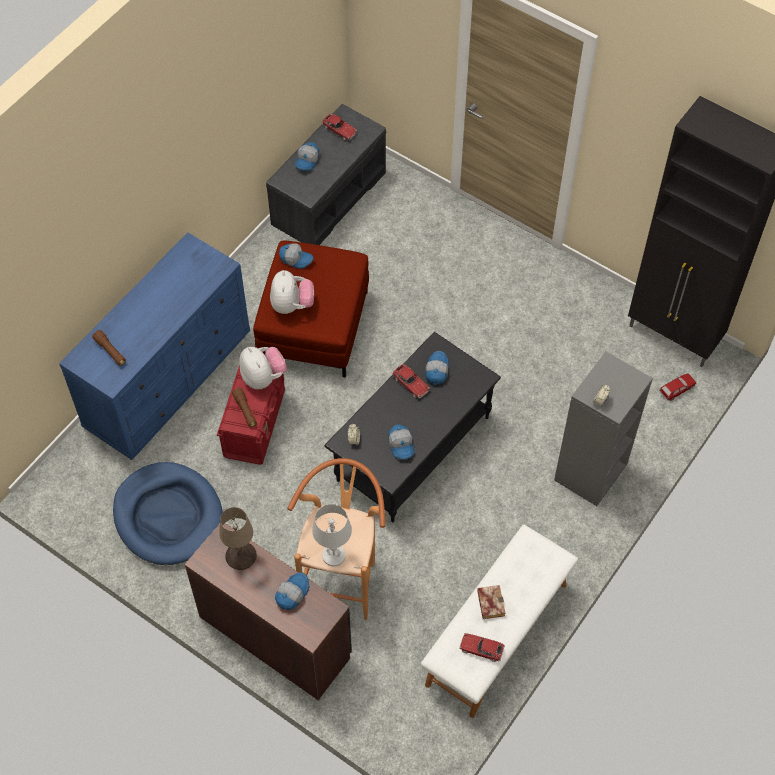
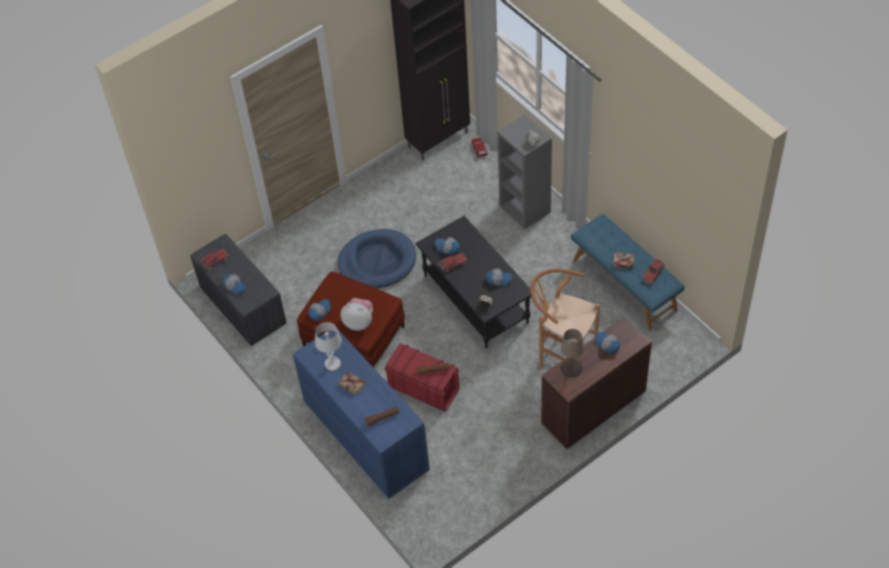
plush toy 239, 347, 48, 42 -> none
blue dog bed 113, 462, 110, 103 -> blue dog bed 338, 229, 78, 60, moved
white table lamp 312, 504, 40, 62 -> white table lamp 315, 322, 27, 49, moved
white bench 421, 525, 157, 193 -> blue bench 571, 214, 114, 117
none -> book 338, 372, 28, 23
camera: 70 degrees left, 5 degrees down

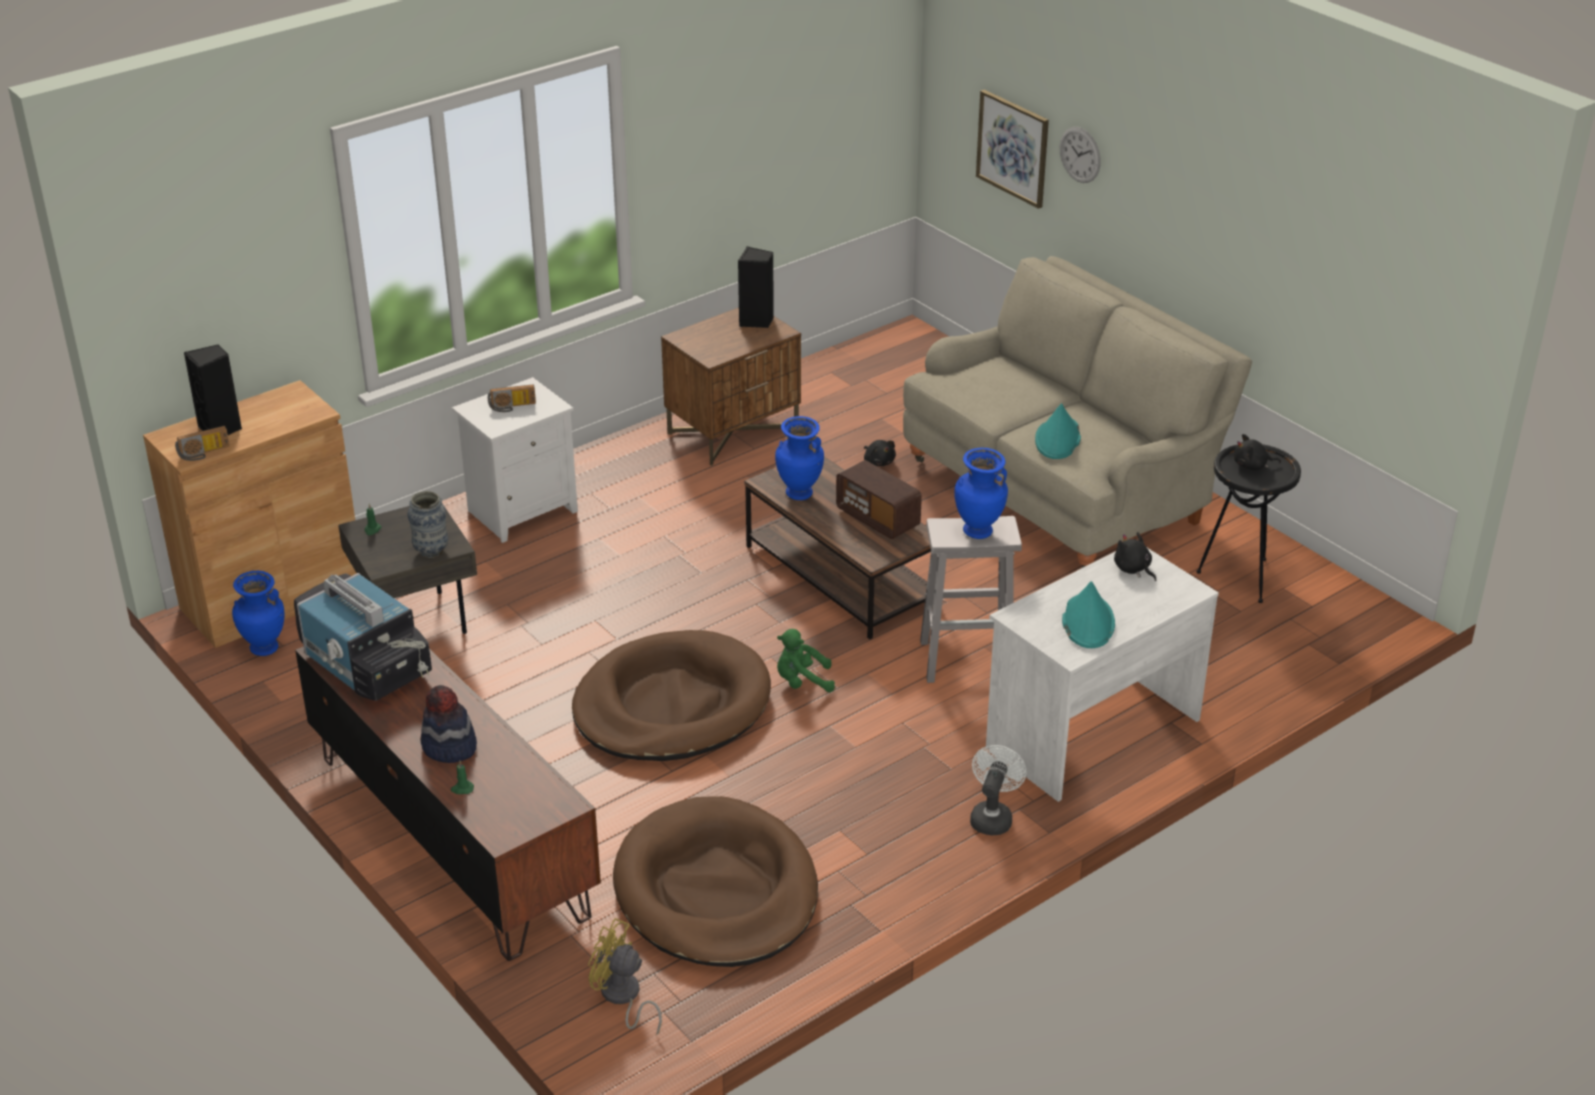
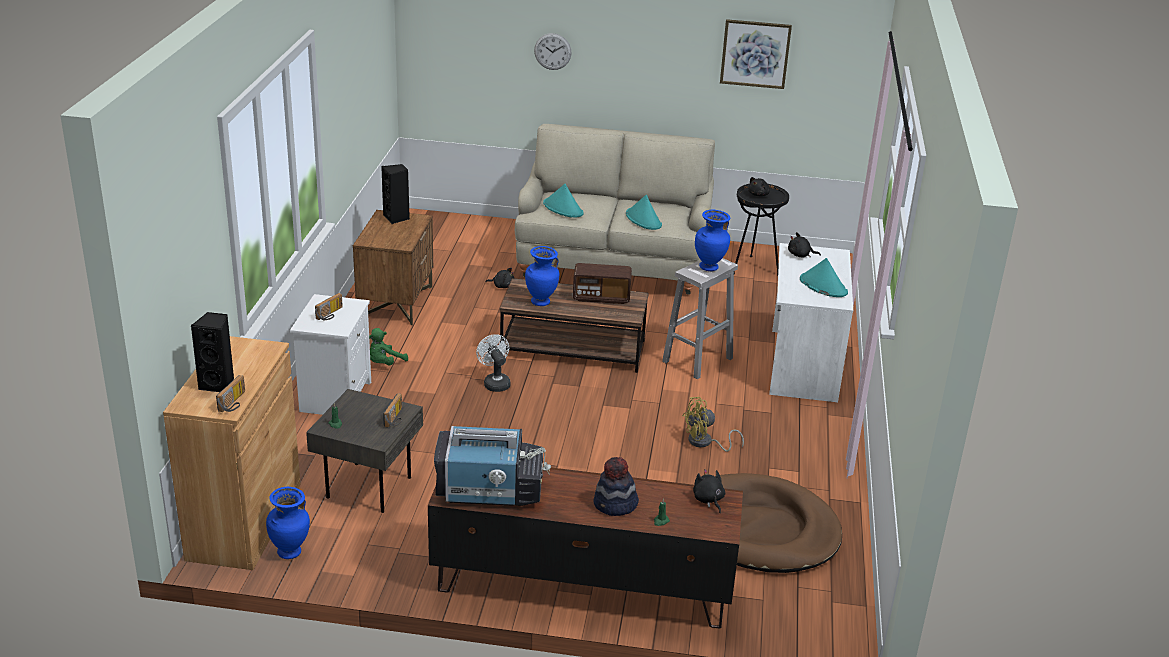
picture 976, 90, 73, 119 -> picture 720, 19, 72, 70, moved
vase 407, 491, 41, 67 -> radio 383, 393, 19, 34
green plush toy 777, 629, 58, 63 -> green plush toy 369, 328, 39, 37, moved
brown dog bed 572, 630, 199, 131 -> none
white fan 970, 745, 56, 90 -> white fan 476, 334, 35, 58, moved
yellow fan 588, 918, 74, 117 -> yellow fan 683, 397, 61, 55, moved
none -> turquoise hat 543, 184, 41, 34
none -> black plush toy 693, 469, 32, 44
camera: 45 degrees left, 5 degrees down

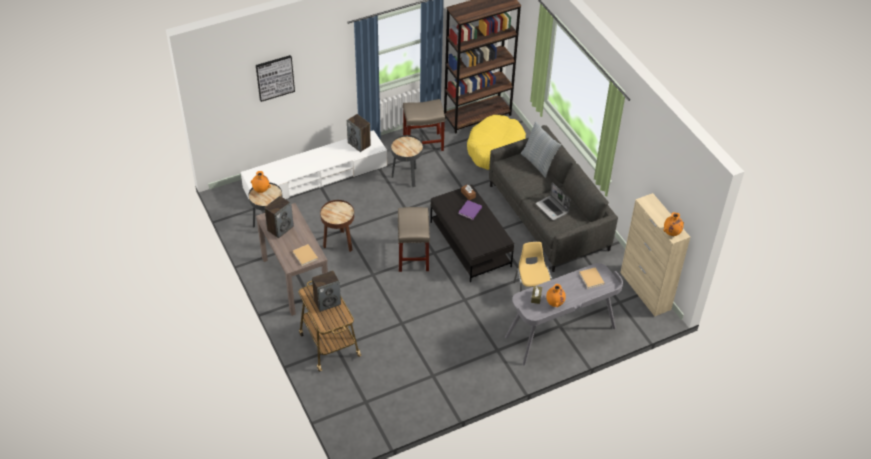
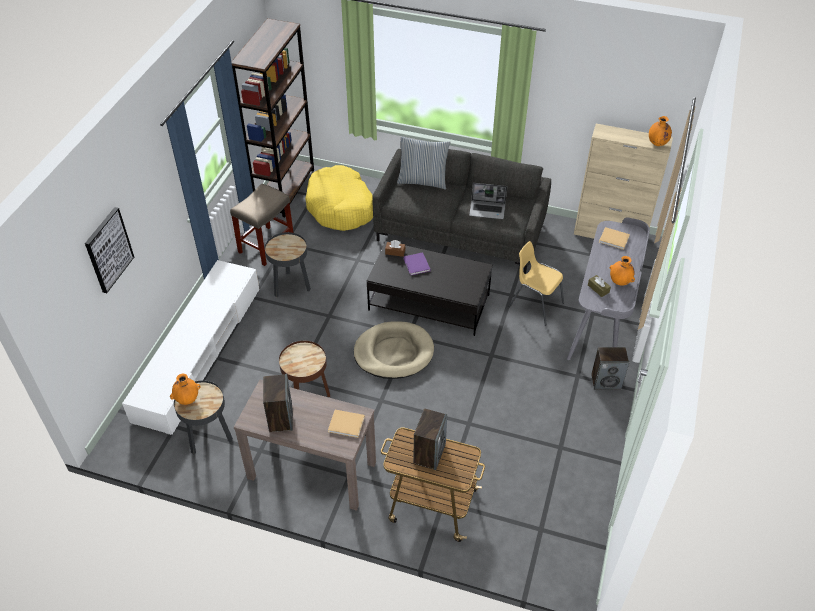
speaker 347, 114, 24, 38 -> speaker 591, 347, 38, 43, moved
beige stool 398, 207, 32, 65 -> beige dog bed 354, 321, 80, 58
camera: 45 degrees left, 0 degrees up

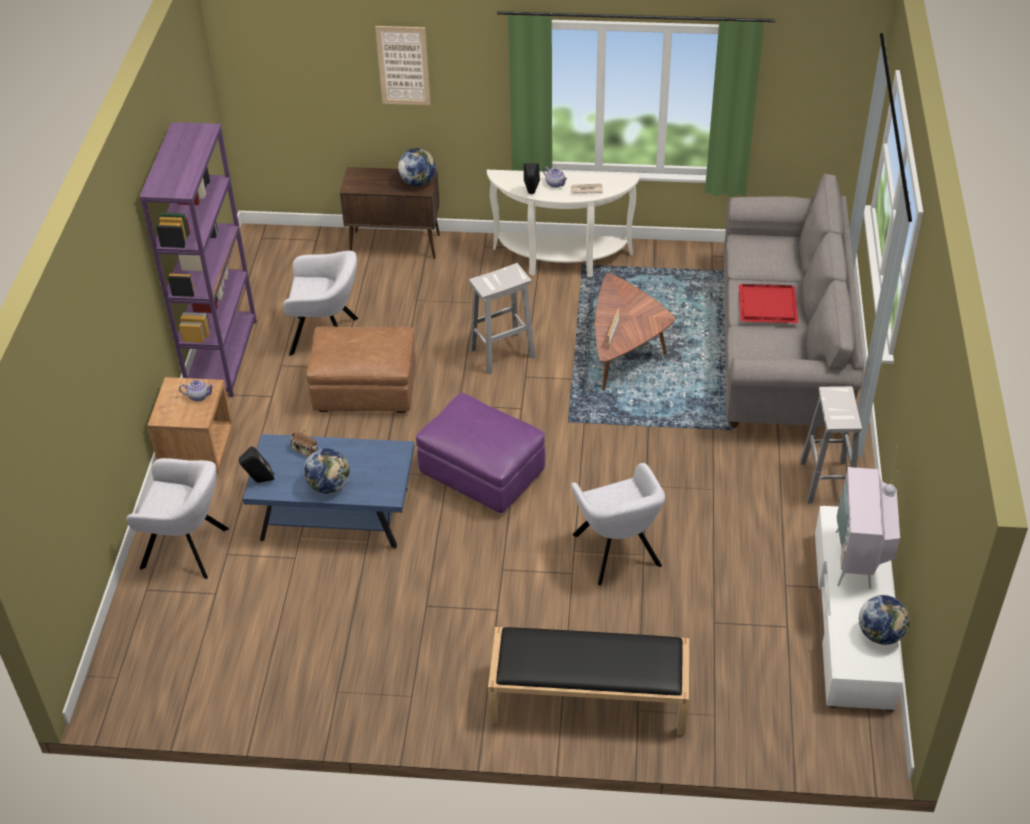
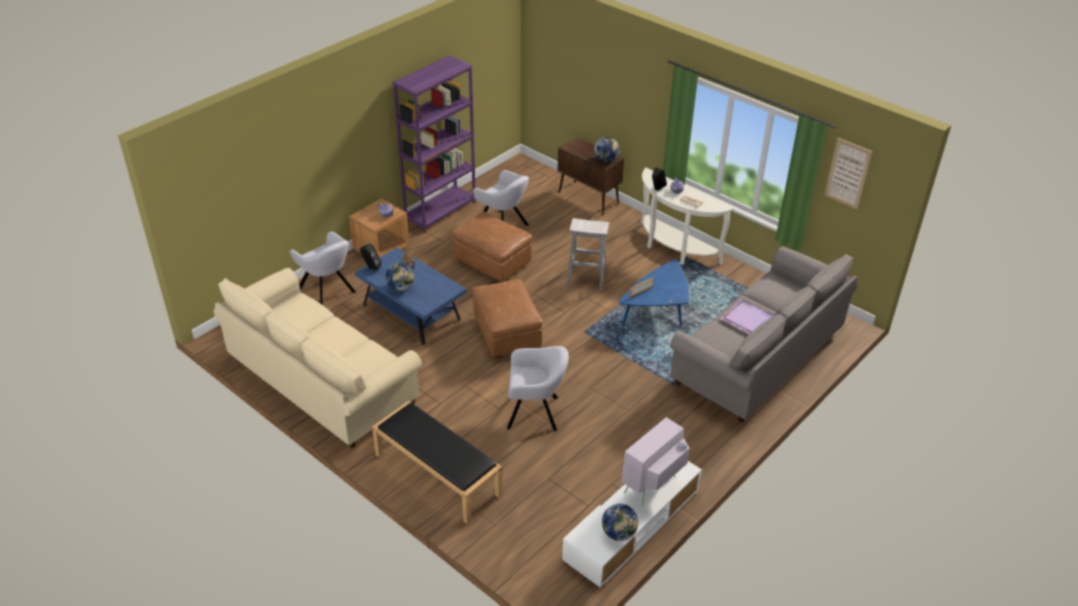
picture 375, 26, 56, 79 -> picture 825, 138, 47, 71, moved
brown coffee table 595, 273, 80, 118 -> blue coffee table 619, 259, 71, 68
red tray 739, 284, 59, 39 -> purple tray 720, 299, 54, 35
white stool 800, 386, 62, 118 -> none
purple ottoman 416, 393, 129, 120 -> brown ottoman 473, 279, 69, 79
grey armchair 571, 463, 94, 122 -> grey armchair 507, 346, 62, 85, 105 degrees counterclockwise
none -> beige sofa 214, 268, 208, 180
camera: 35 degrees right, 5 degrees down

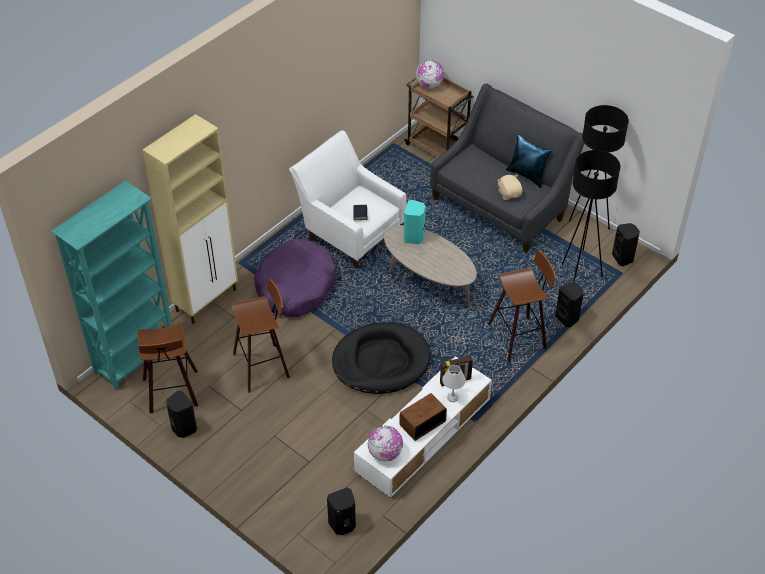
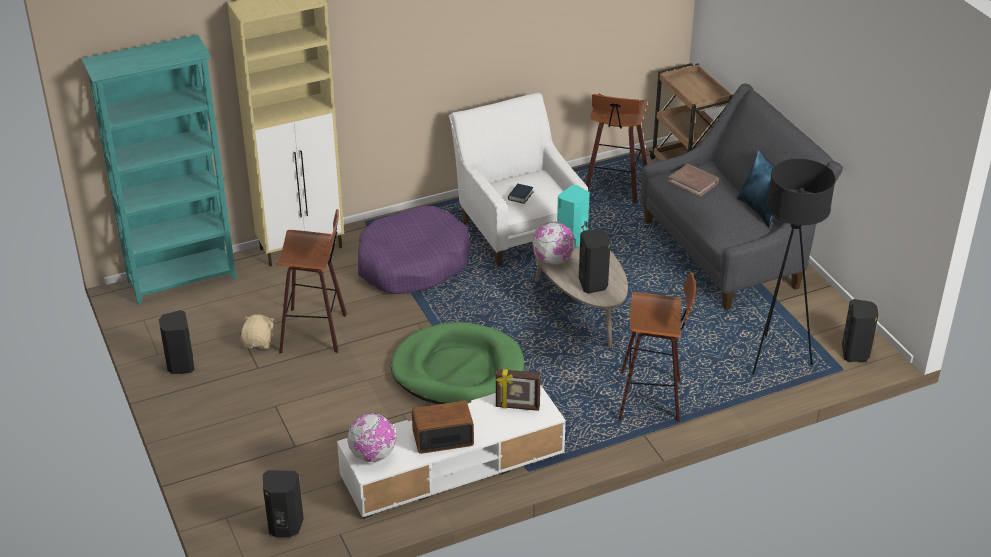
globe 416, 60, 28, 28 -> globe 533, 222, 42, 42, moved
black floor lamp 569, 105, 60, 146 -> none
beige plush toy 497, 175, 25, 25 -> beige plush toy 241, 315, 33, 34, moved
black speaker 555, 282, 29, 45 -> black speaker 579, 230, 32, 64, moved
black dog bed 332, 322, 98, 72 -> green dog bed 391, 322, 133, 82
stool 137, 323, 61, 90 -> stool 586, 94, 61, 109, moved
white table lamp 442, 365, 24, 37 -> none
none -> brown book 668, 164, 51, 33
camera: 25 degrees right, 10 degrees down

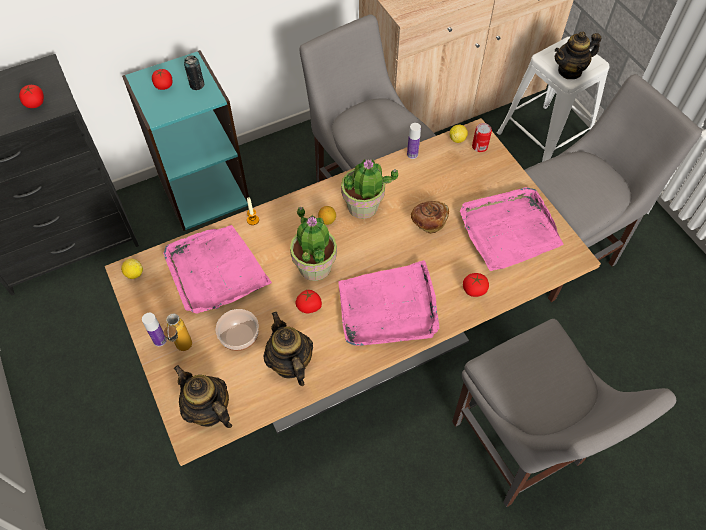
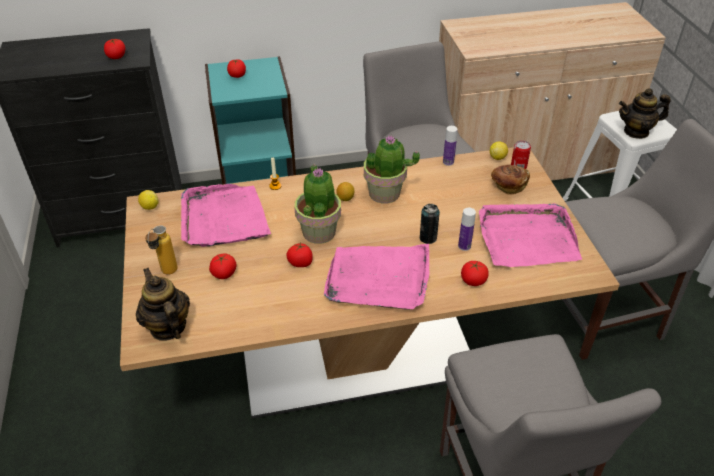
can 184, 56, 20, 34 -> can 420, 204, 20, 40, moved
bread 411, 201, 38, 33 -> bread 491, 165, 39, 30, moved
bowl 216, 309, 43, 42 -> tomato 209, 253, 27, 26
teapot 263, 312, 50, 74 -> none
bottle 142, 313, 25, 33 -> bottle 458, 208, 18, 43, moved
camera: 15 degrees right, 15 degrees down

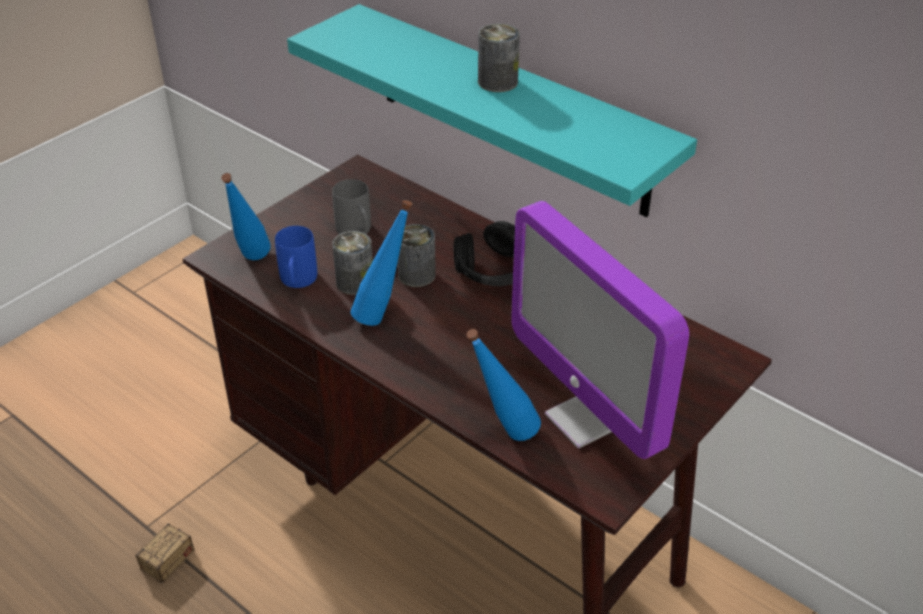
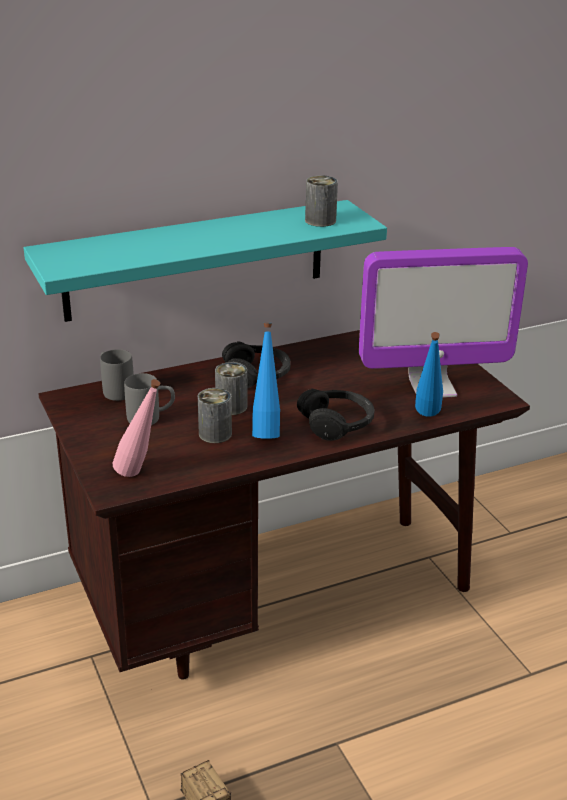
can 478, 24, 42, 68 -> can 305, 175, 33, 52, moved
blue bottle 221, 173, 50, 87 -> pink bottle 113, 379, 47, 98
blue mug 275, 226, 42, 62 -> none
none -> grey mug 100, 349, 34, 52
none -> black headphones 297, 389, 78, 52
camera: 65 degrees left, 10 degrees down

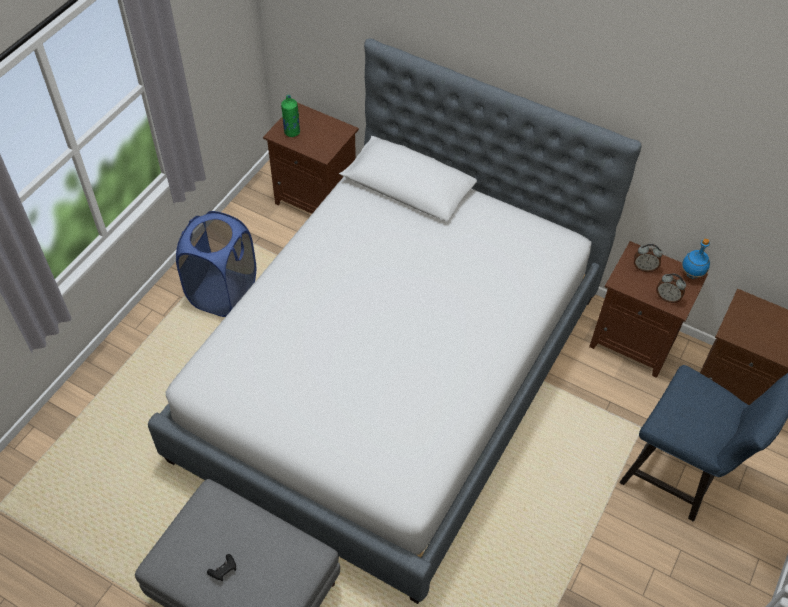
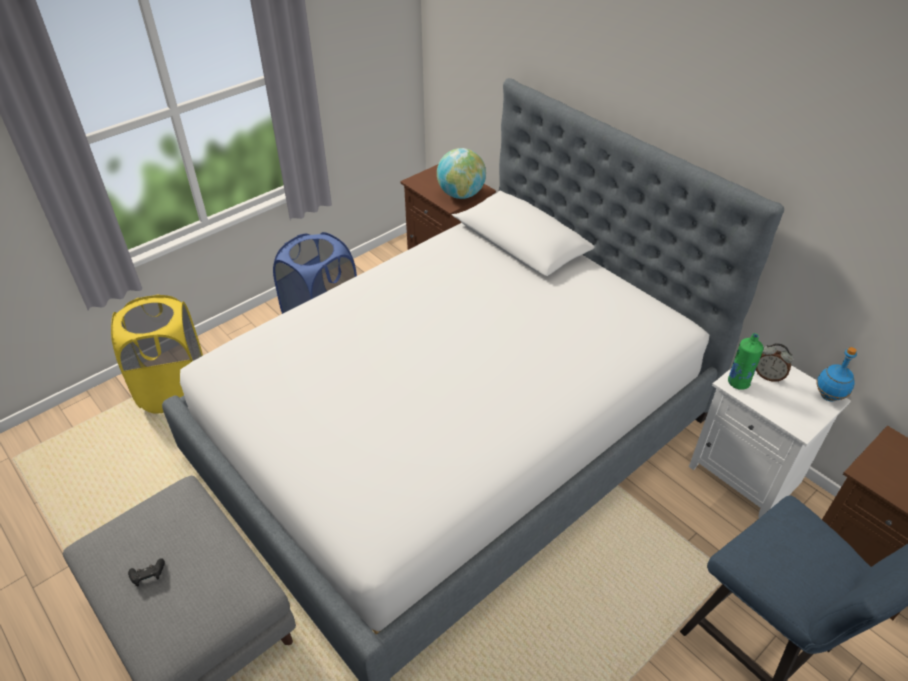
green bottle 281, 95, 19, 42 -> green bottle 728, 333, 36, 57, moved
brown nightstand 589, 241, 119, 137 -> white nightstand 689, 365, 162, 153
alarm clock 656, 273, 30, 30 -> none
none -> globe 437, 148, 49, 51
none -> yellow laundry basket 111, 294, 92, 120
camera: 20 degrees right, 10 degrees down

